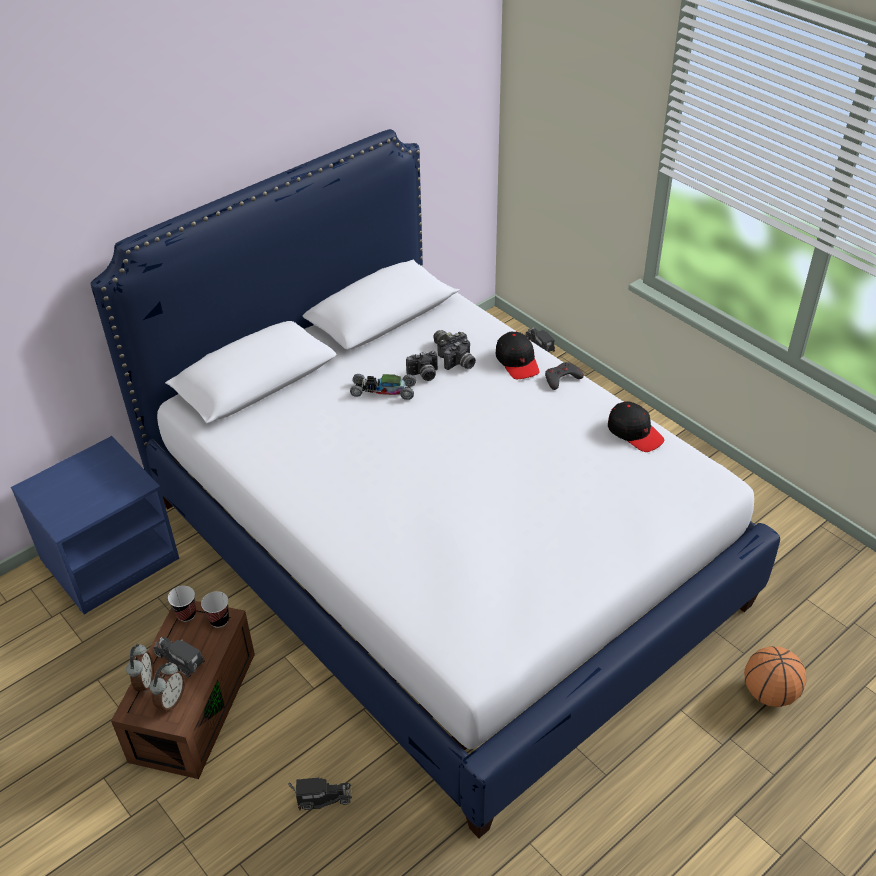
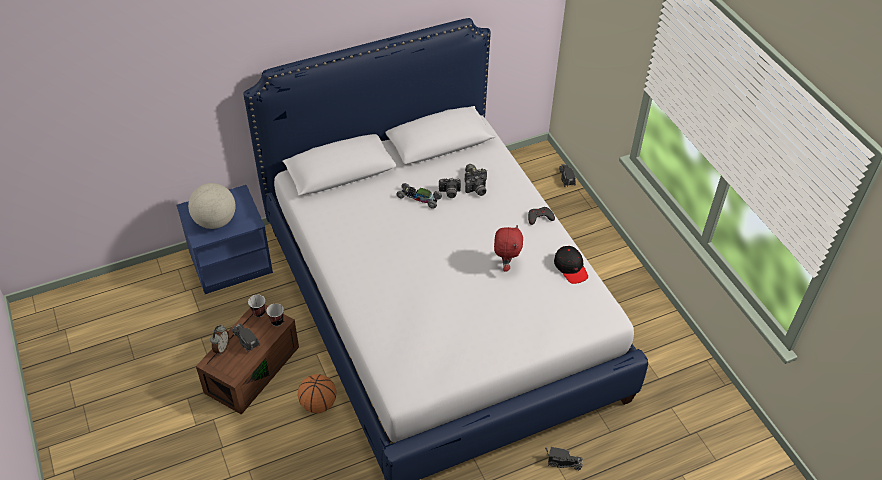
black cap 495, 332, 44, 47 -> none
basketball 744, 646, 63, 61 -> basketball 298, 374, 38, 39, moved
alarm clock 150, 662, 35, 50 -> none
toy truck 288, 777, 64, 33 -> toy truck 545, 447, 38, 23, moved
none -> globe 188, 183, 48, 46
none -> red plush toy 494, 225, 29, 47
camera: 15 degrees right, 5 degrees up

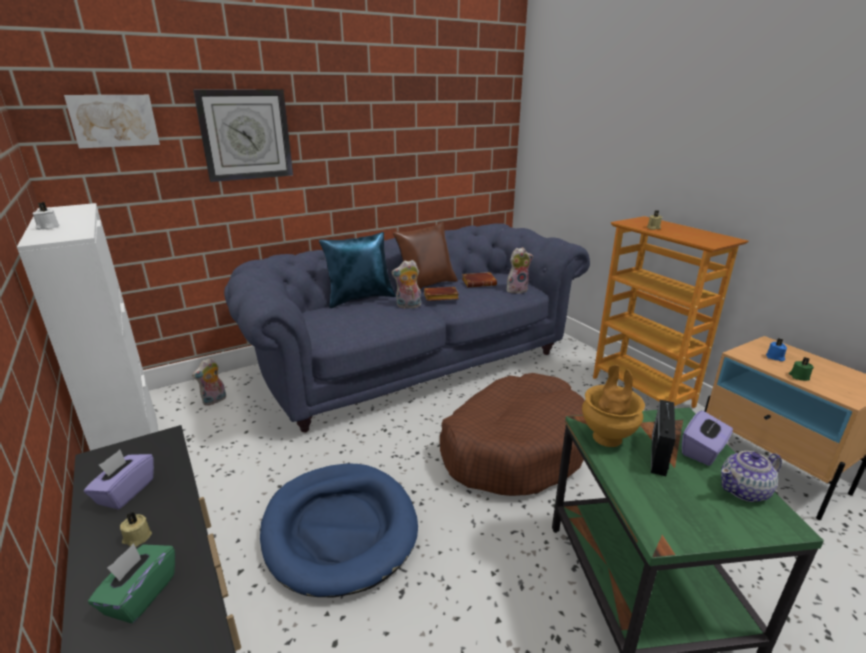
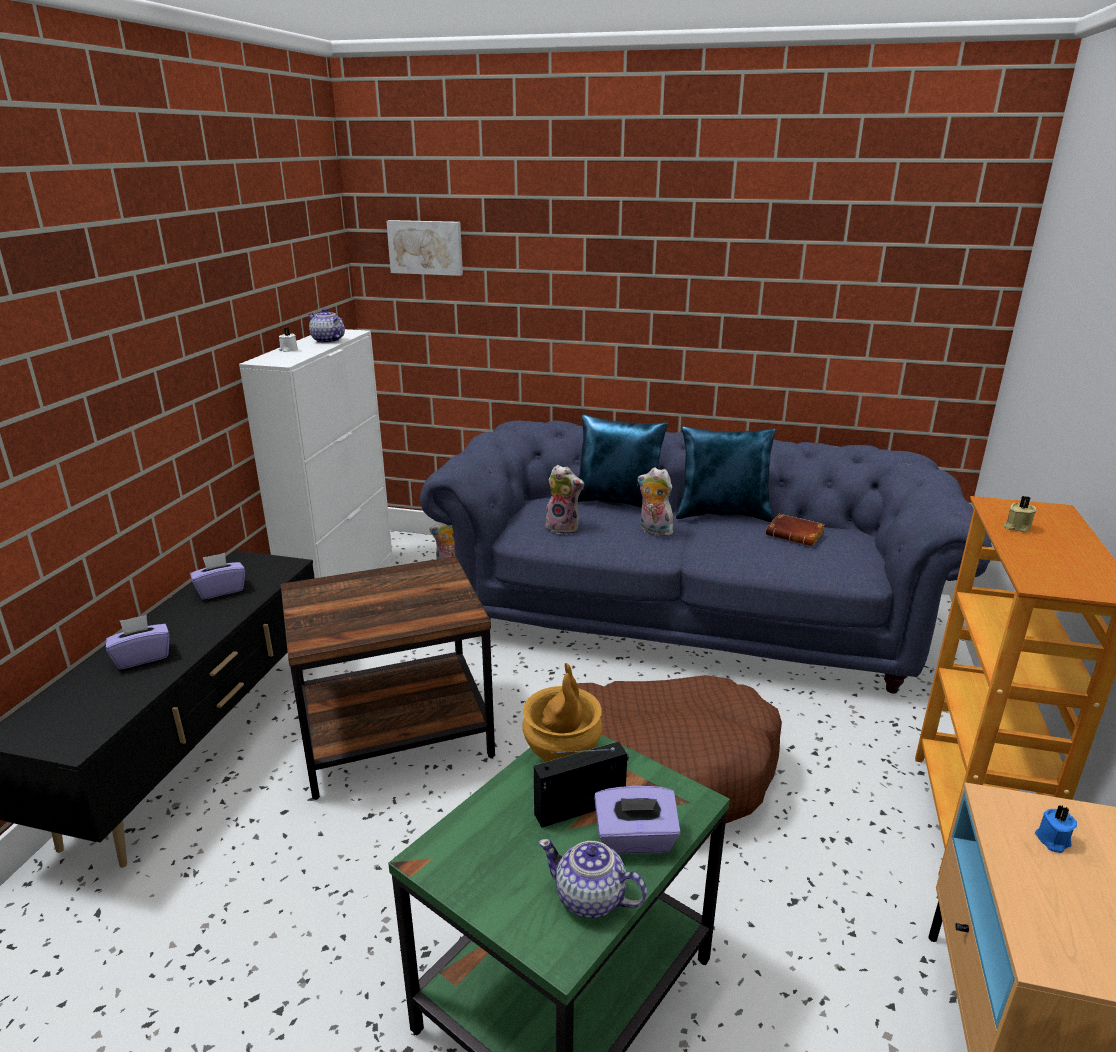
wall clock 193, 90, 100, 92 -> none
brown pillow 393, 222, 65, 67 -> blue pillow 676, 426, 100, 96
plush toy 507, 247, 26, 46 -> plush toy 545, 465, 39, 70, moved
brown book 424, 287, 35, 14 -> none
green candle 789, 357, 25, 24 -> none
blue dog bed 260, 464, 158, 133 -> brown side table 281, 556, 214, 244
beige candle 120, 512, 32, 35 -> none
green tissue box 88, 543, 87, 80 -> purple tissue box 106, 615, 64, 54
none -> teapot 308, 308, 37, 35
camera: 45 degrees right, 0 degrees up

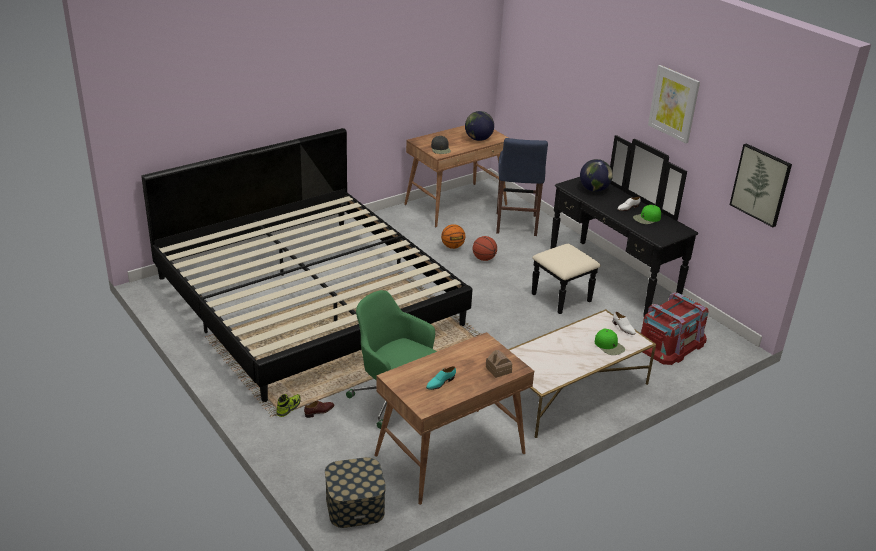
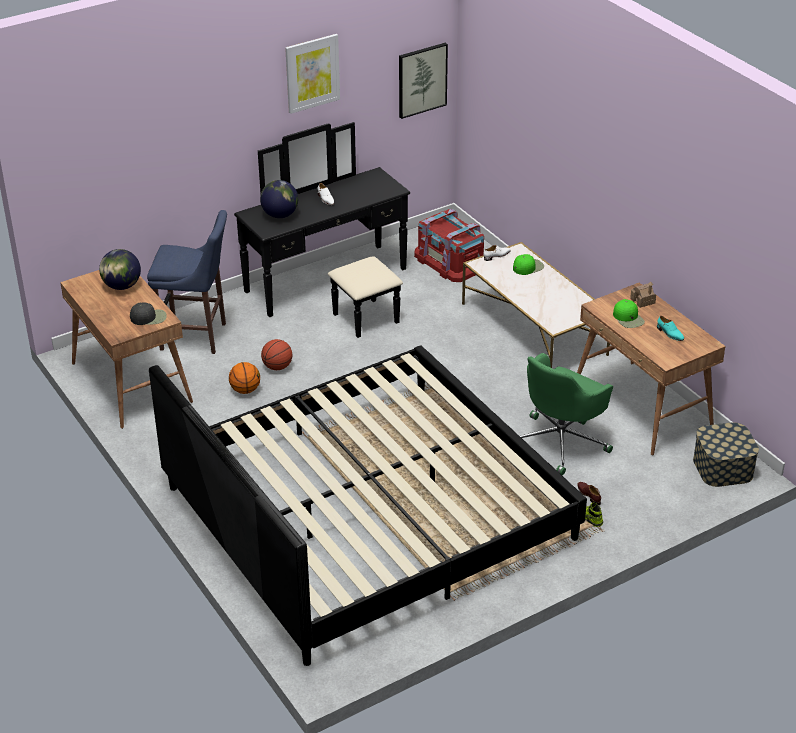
green cap 633, 205, 28, 19 -> green cap 613, 299, 32, 29, moved
camera: 85 degrees left, 5 degrees up

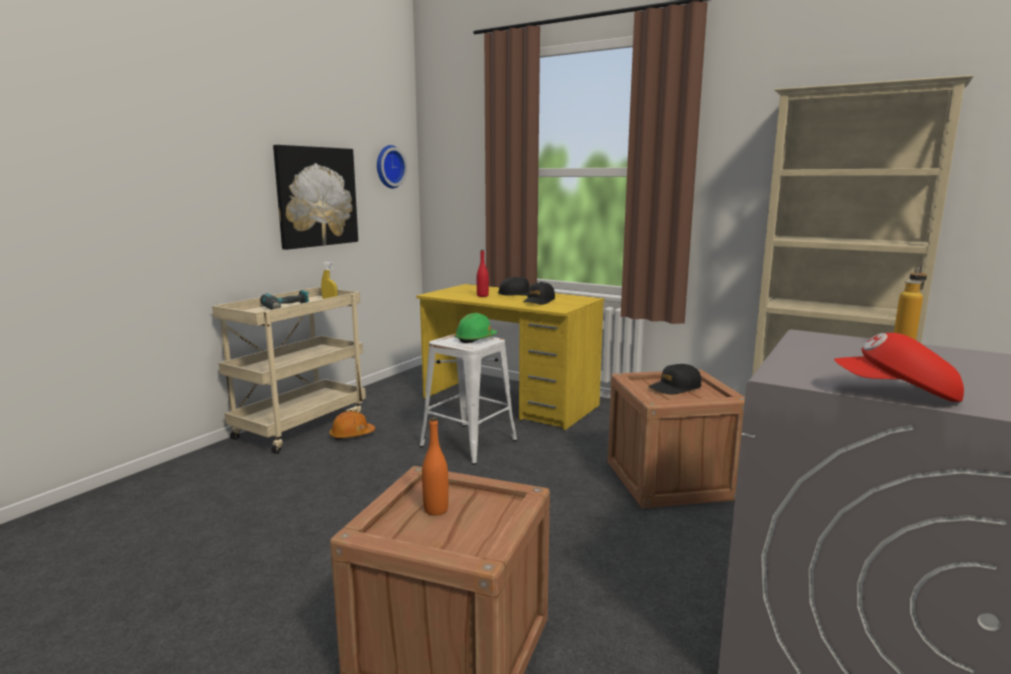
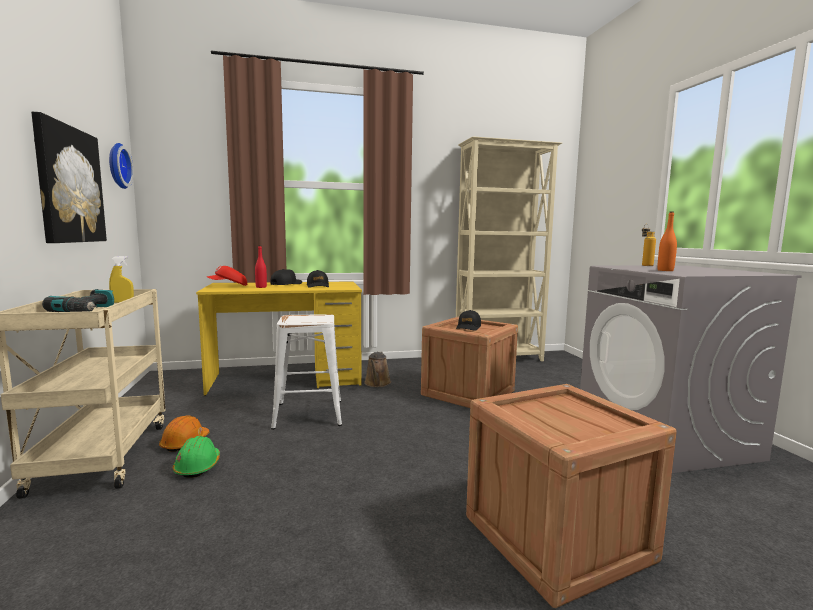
green hard hat 454, 313, 43, 30 -> green hard hat 173, 436, 47, 42, moved
red cap 834, 333, 130, 69 -> red cap 207, 266, 40, 20, moved
orange bottle 422, 417, 27, 98 -> orange bottle 657, 212, 20, 59, moved
none -> brown watering can 364, 351, 27, 36
camera: 45 degrees left, 5 degrees down

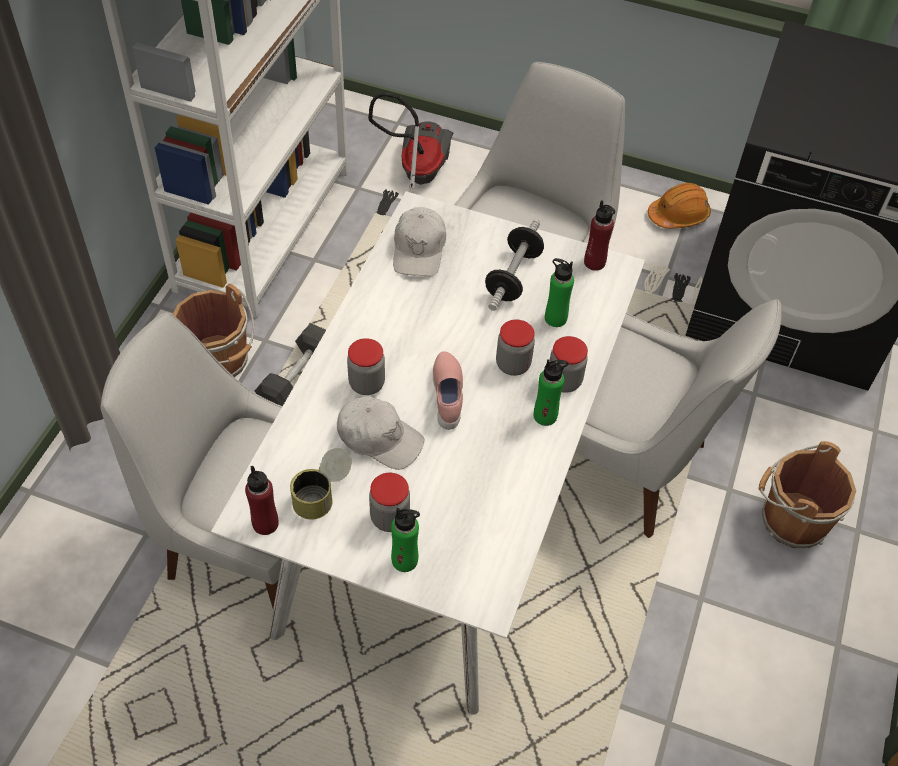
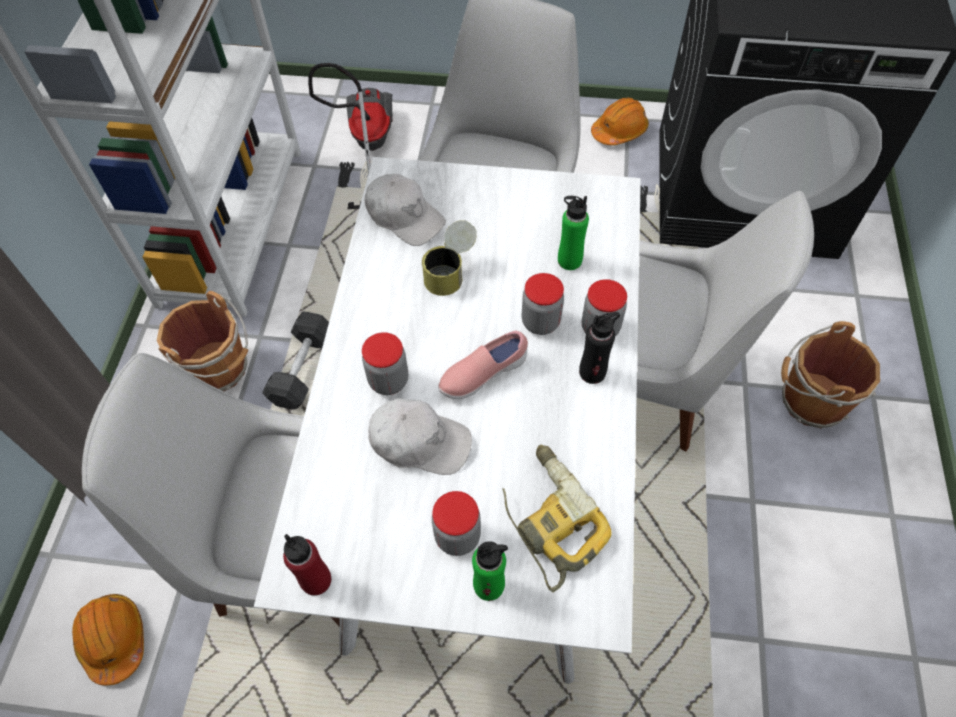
red bottle 584, 200, 31, 71 -> none
white cap 393, 207, 53, 70 -> white cap 365, 174, 81, 72, 45 degrees counterclockwise
dumbbell 485, 220, 59, 91 -> none
pink shoe 433, 351, 30, 79 -> pink shoe 438, 331, 90, 68, 105 degrees counterclockwise
green bottle 534, 360, 34, 66 -> black bottle 579, 312, 41, 72
can 290, 448, 62, 72 -> can 422, 220, 55, 76, moved
none -> power drill 502, 445, 110, 147
none -> orange hard hat 72, 594, 72, 92
camera: 10 degrees left, 5 degrees up

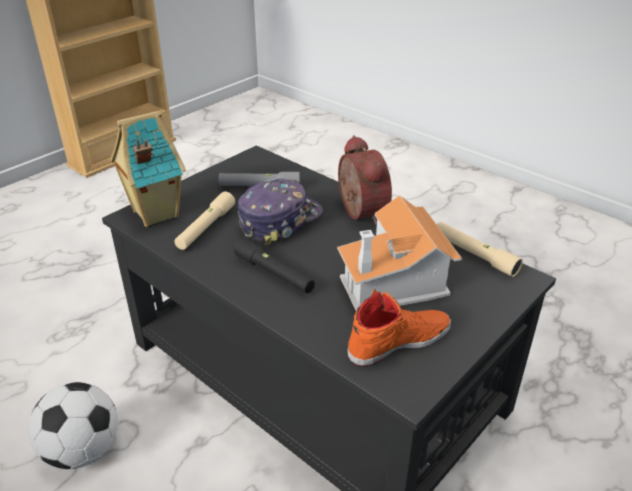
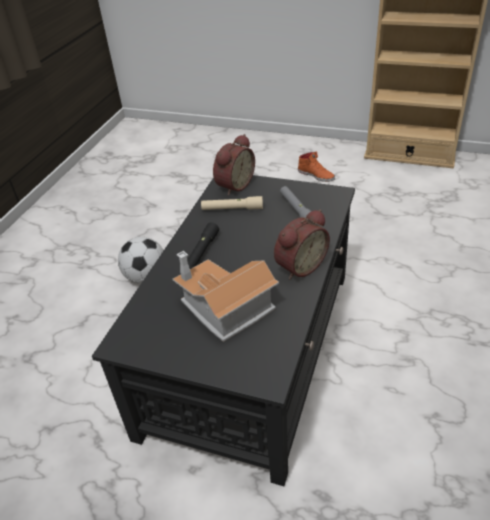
toy house 110, 110, 76, 117 -> alarm clock 213, 134, 42, 62
cap 237, 178, 86, 68 -> none
beige flashlight 437, 222, 86, 55 -> none
orange shoe 348, 289, 103, 77 -> orange shoe 298, 151, 37, 31, moved
camera: 70 degrees right, 5 degrees up

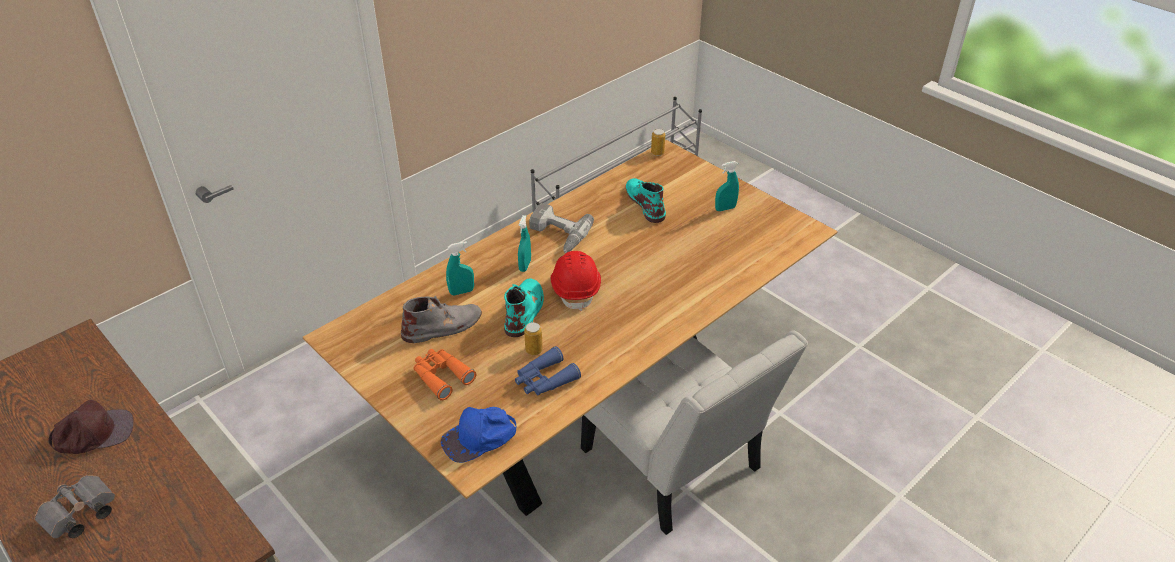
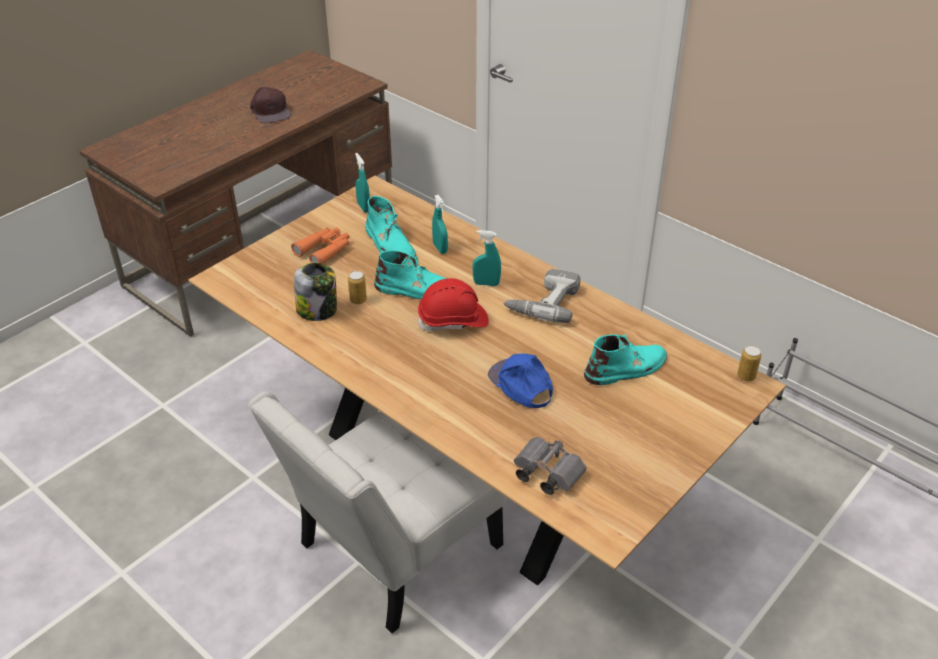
turquoise spray bottle 715, 161, 24, 50 -> turquoise spray bottle 355, 153, 15, 60, moved
grey boot 401, 296, 81, 47 -> turquoise boot 365, 196, 51, 61
blue binoculars 515, 346, 66, 49 -> jar 294, 262, 43, 59
blue cap 441, 407, 75, 56 -> blue cap 488, 353, 65, 55, moved
grey binoculars 35, 475, 80, 63 -> grey binoculars 514, 436, 73, 59, moved
camera: 85 degrees right, 0 degrees up

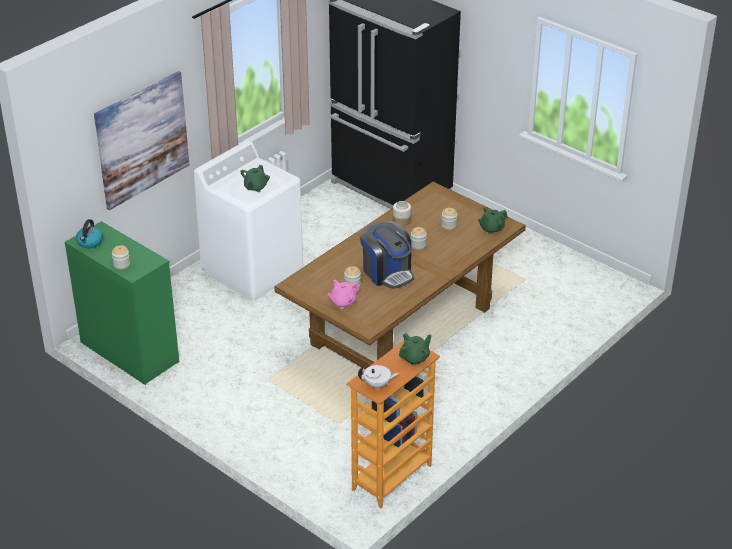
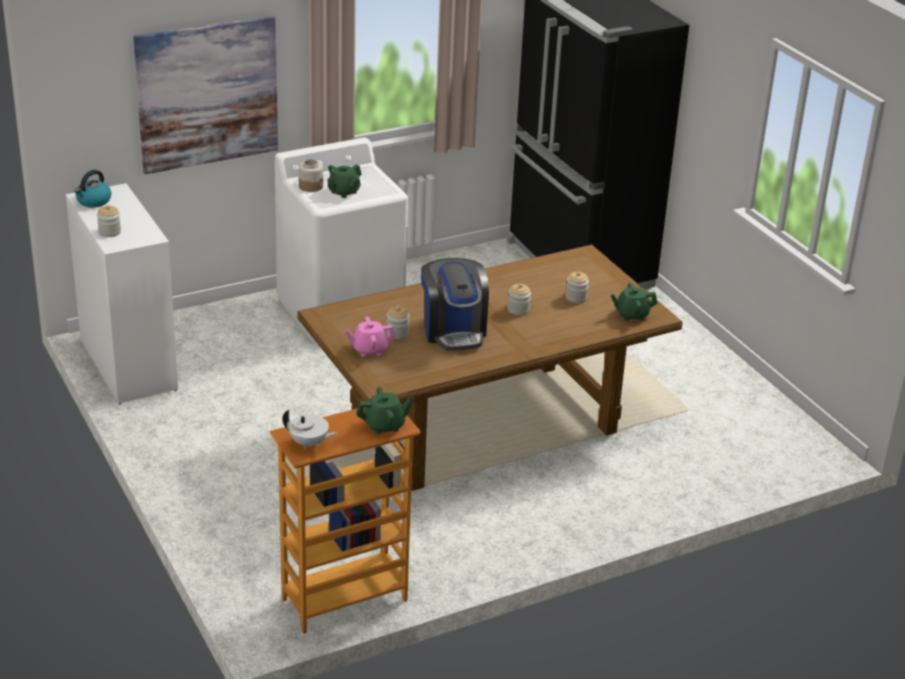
jar 393, 201, 18, 25 -> jar 298, 159, 25, 33, moved
green dresser 65, 221, 114, 164 -> white dresser 66, 183, 112, 221
camera: 20 degrees right, 5 degrees down

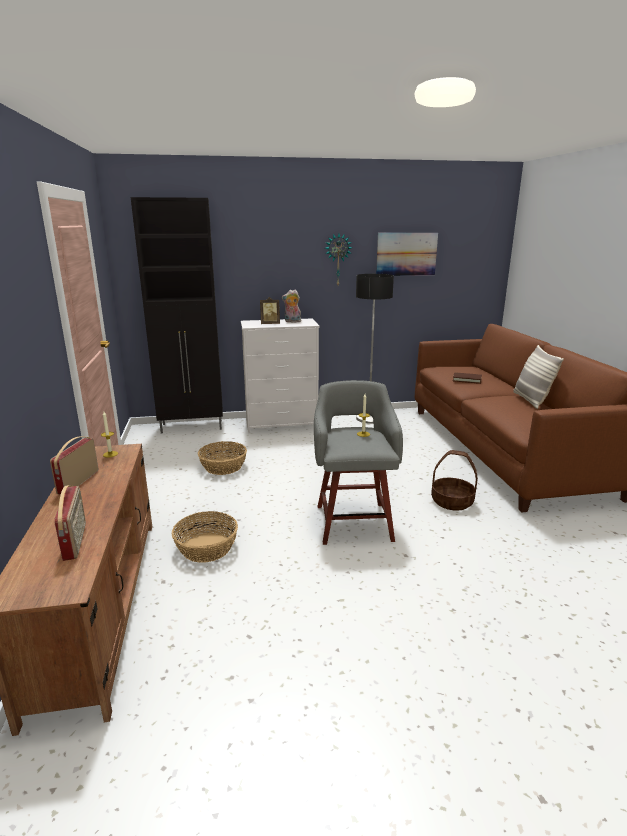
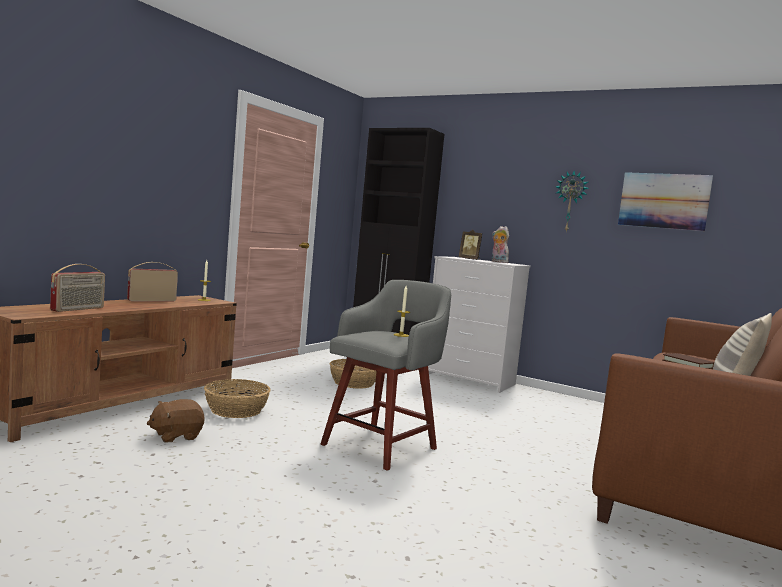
floor lamp 356, 274, 38, 150 -> none
basket 431, 450, 47, 61 -> none
none -> brown plush toy 147, 399, 58, 44
camera: 40 degrees right, 15 degrees down

